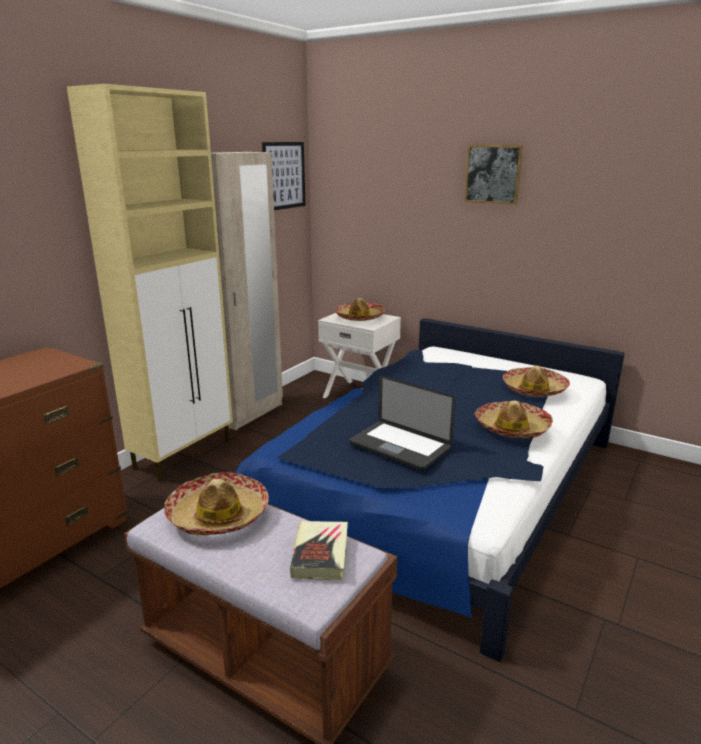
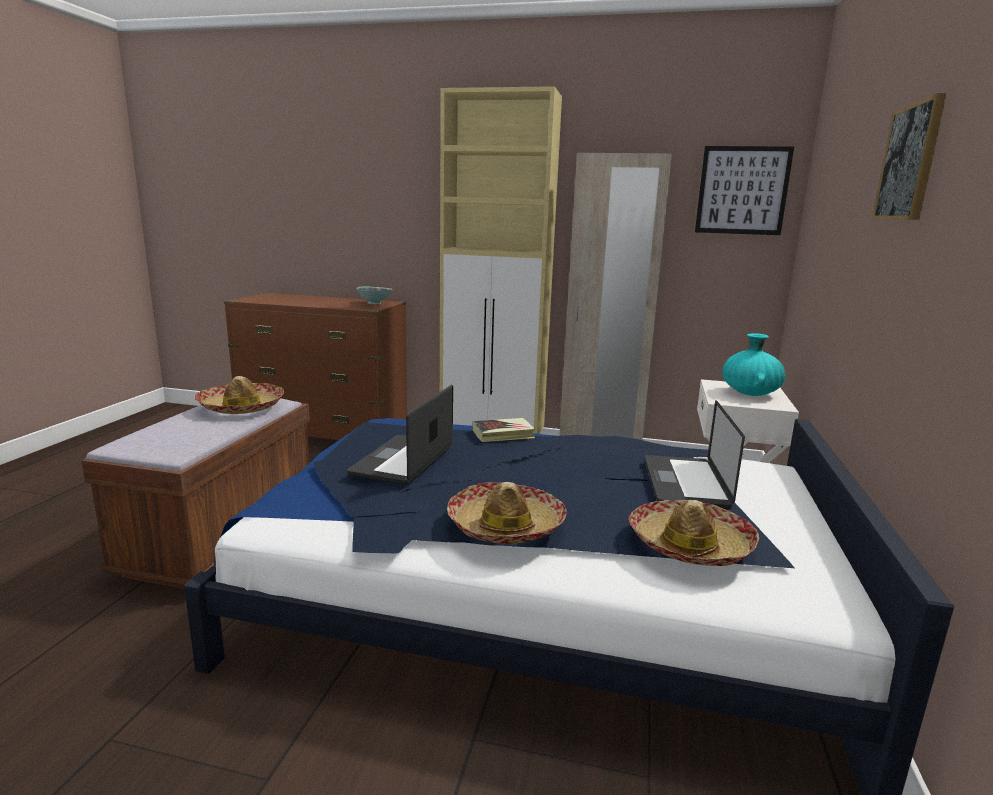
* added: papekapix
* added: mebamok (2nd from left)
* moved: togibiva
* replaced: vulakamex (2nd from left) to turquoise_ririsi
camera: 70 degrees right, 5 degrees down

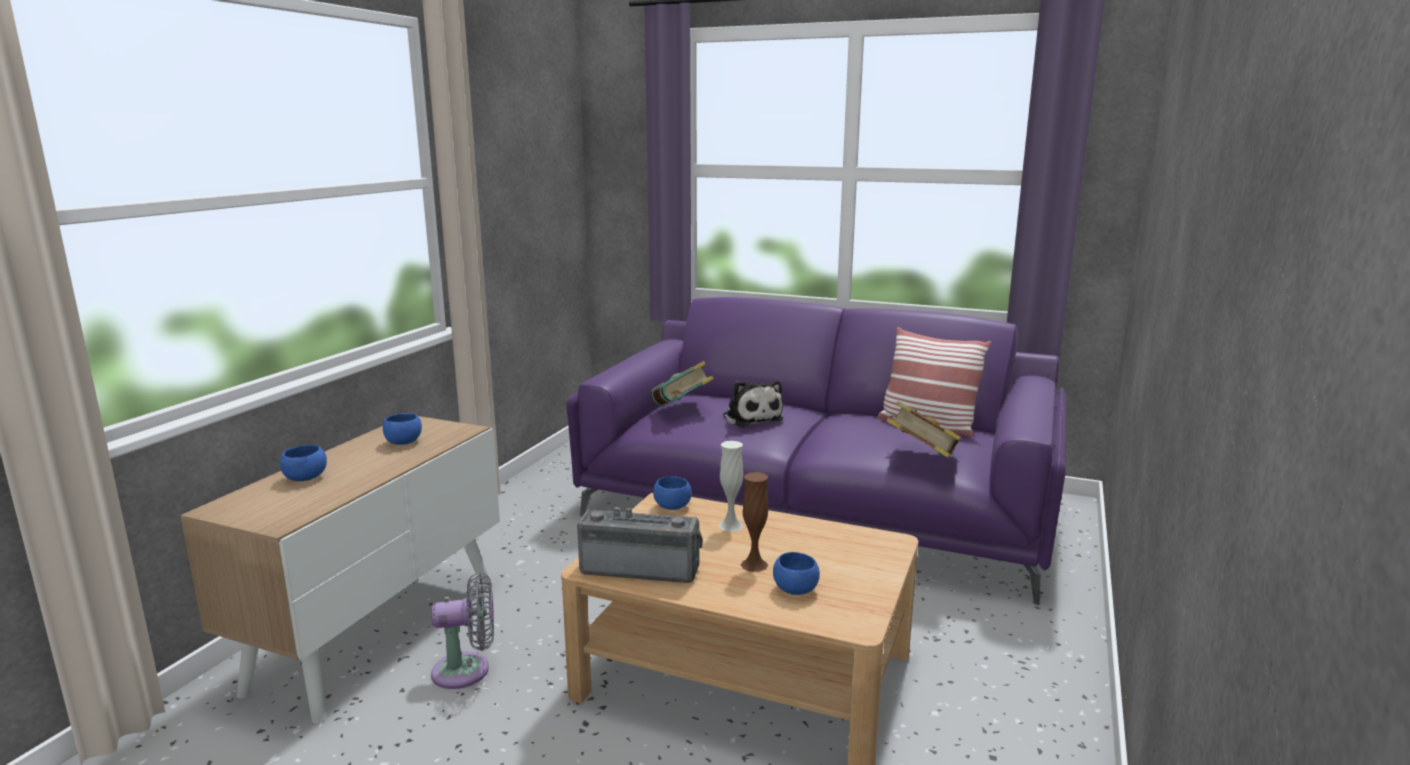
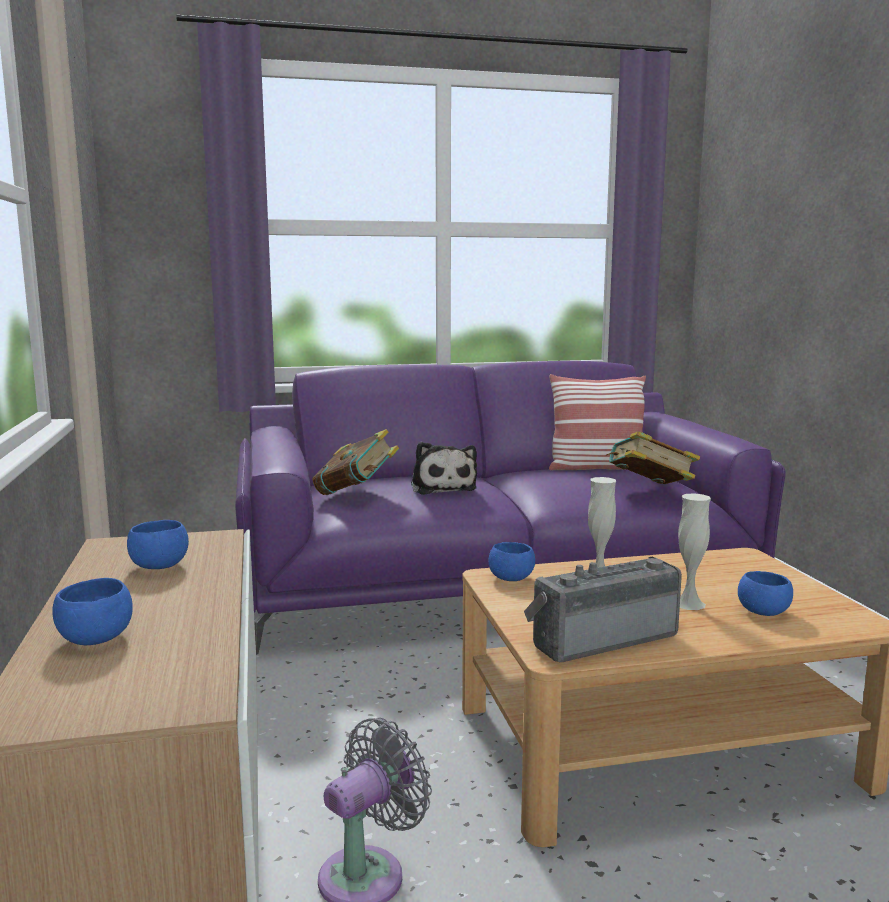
* recoloured: brown_ririsi to white_ririsi (2nd from left)
* turned: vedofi 45 degrees clockwise
camera: 35 degrees left, 5 degrees down

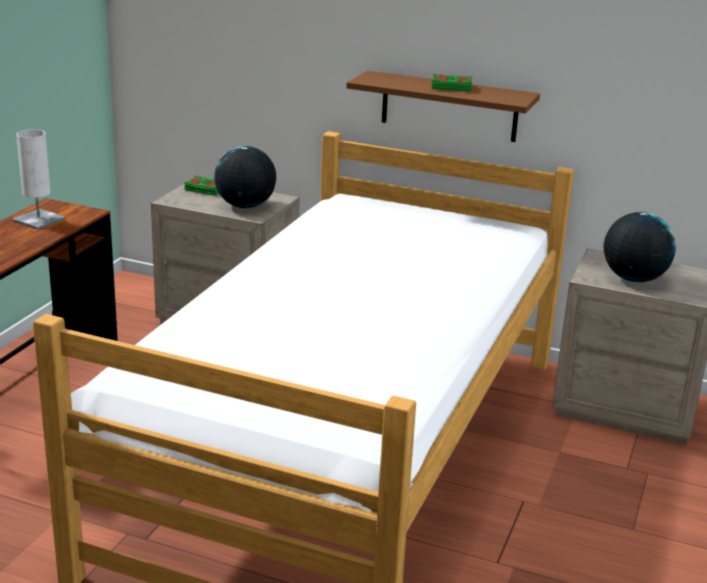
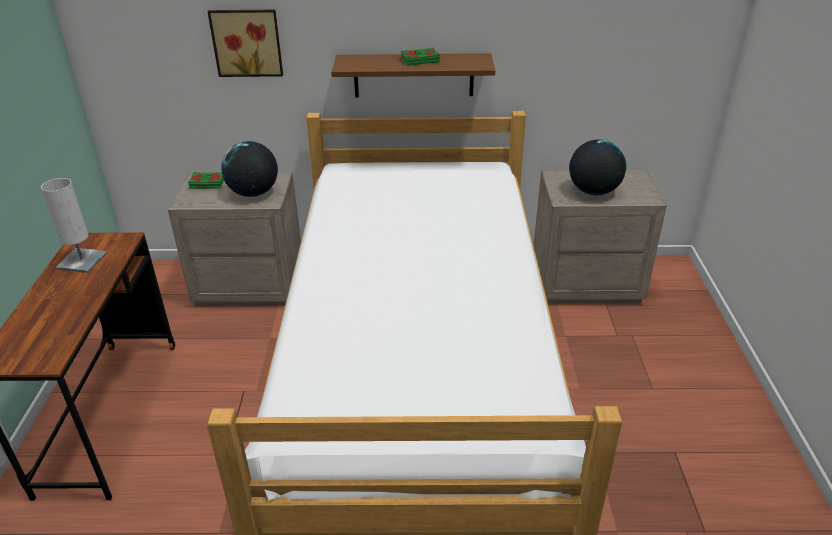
* added: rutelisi
camera: 20 degrees left, 10 degrees up

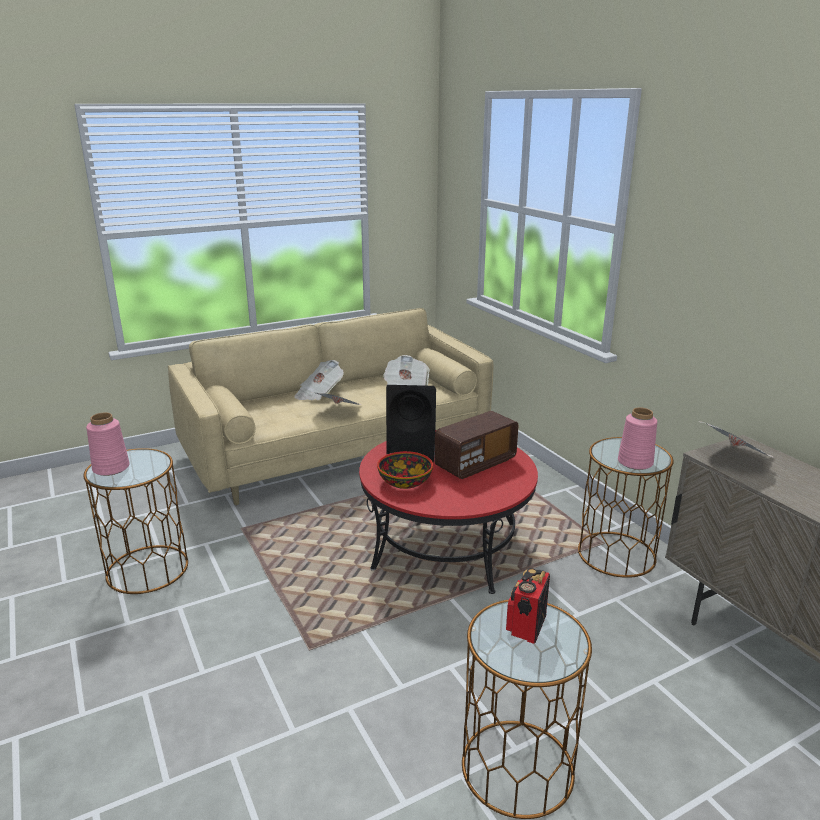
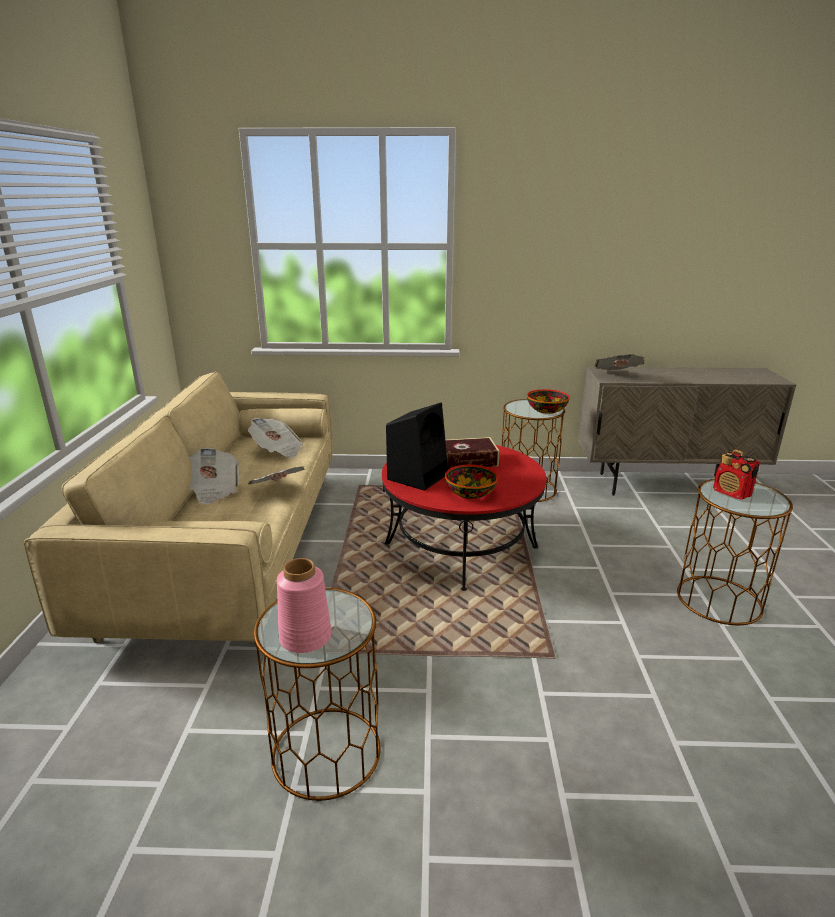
* replaced: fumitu (1st from left) to togibiva
* replaced: pink_ririsi (2nd from left) to papekapix (2nd from left)
camera: 60 degrees left, 0 degrees up

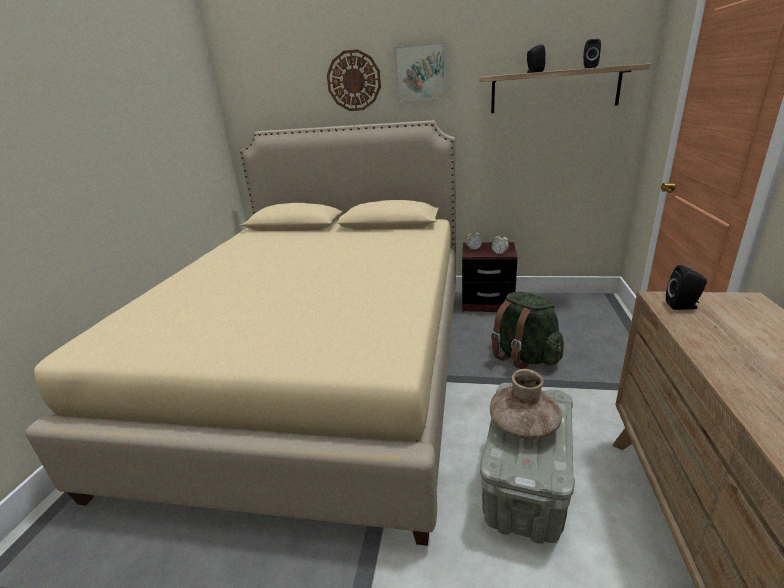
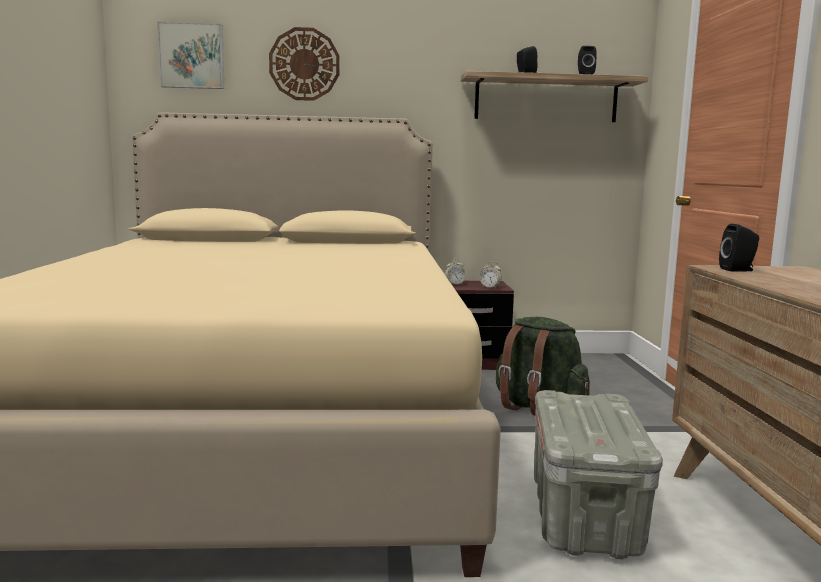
* removed: brown_ririsi
* moved: rutelisi
camera: 15 degrees left, 15 degrees down

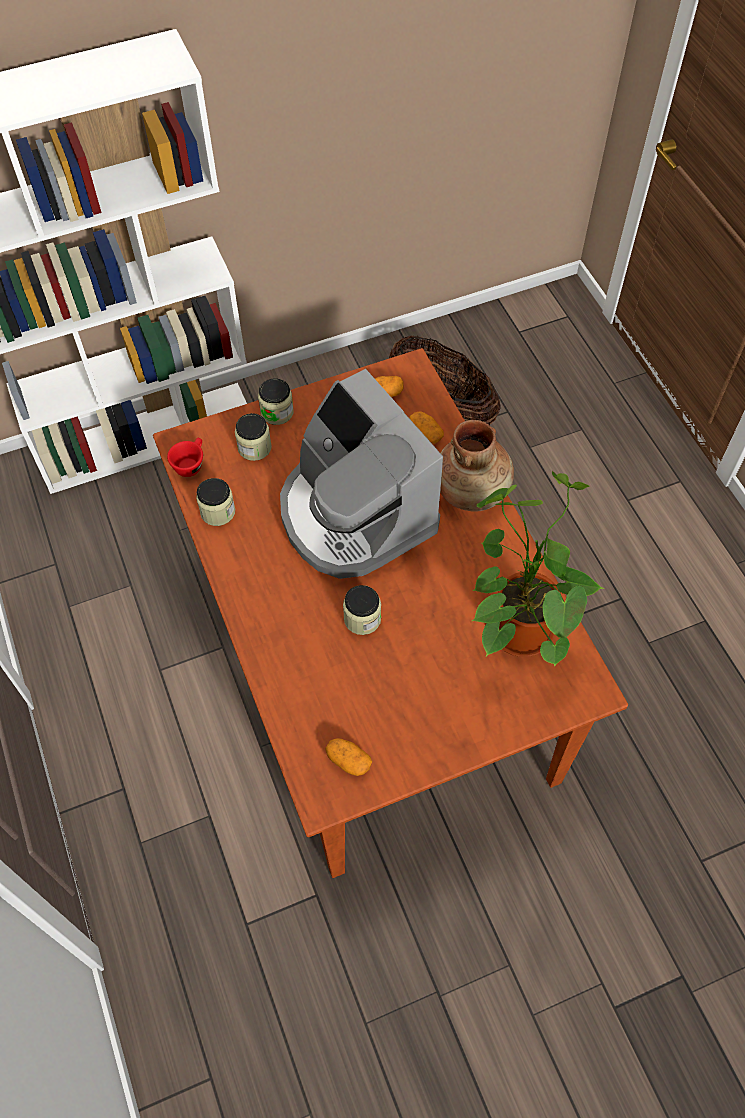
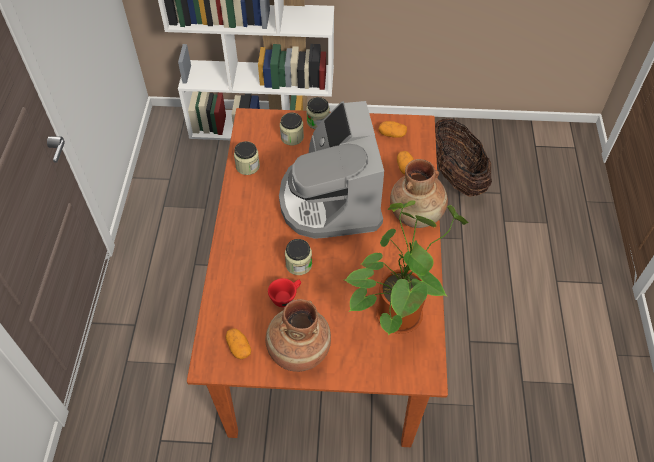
* added: brown_ririsi (1st from left)
* moved: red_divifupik
camera: 25 degrees right, 5 degrees down

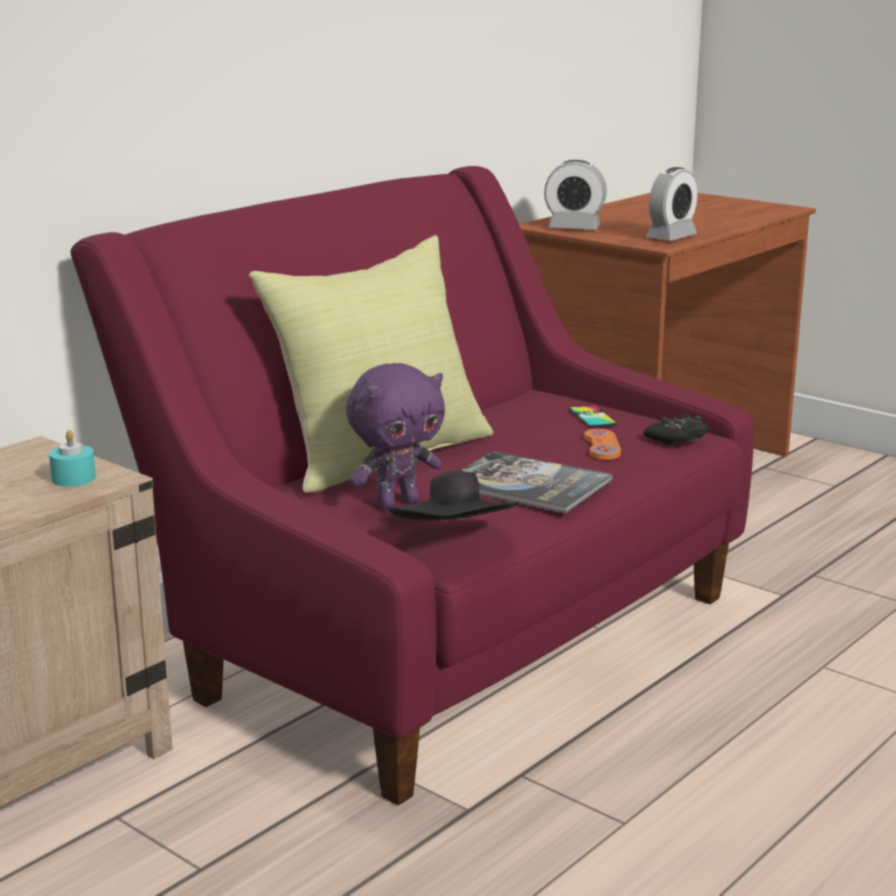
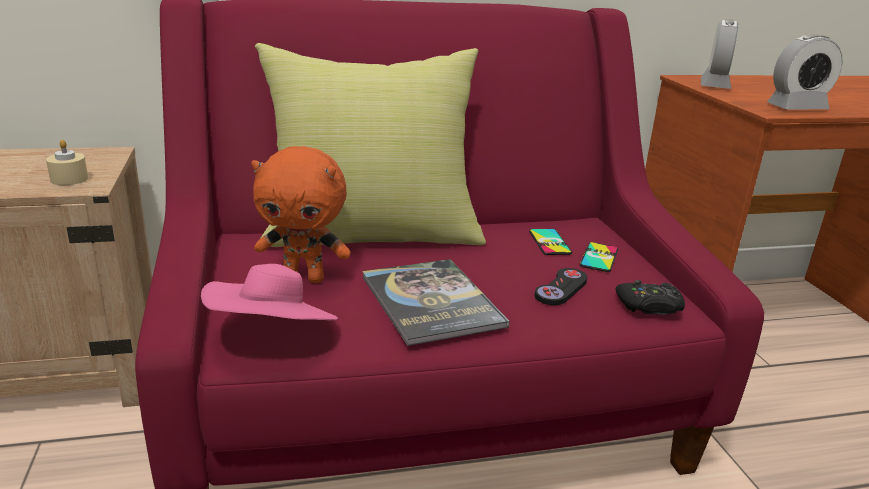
* added: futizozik (1st from left)
* recoloured: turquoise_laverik to beige_laverik
* recoloured: purple_vedofi to orange_vedofi
* recoloured: black_vulakamex to pink_vulakamex
* recoloured: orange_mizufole to black_mizufole (1st from left)
* turned: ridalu (1st from left) 120 degrees counterclockwise
camera: 35 degrees right, 5 degrees up

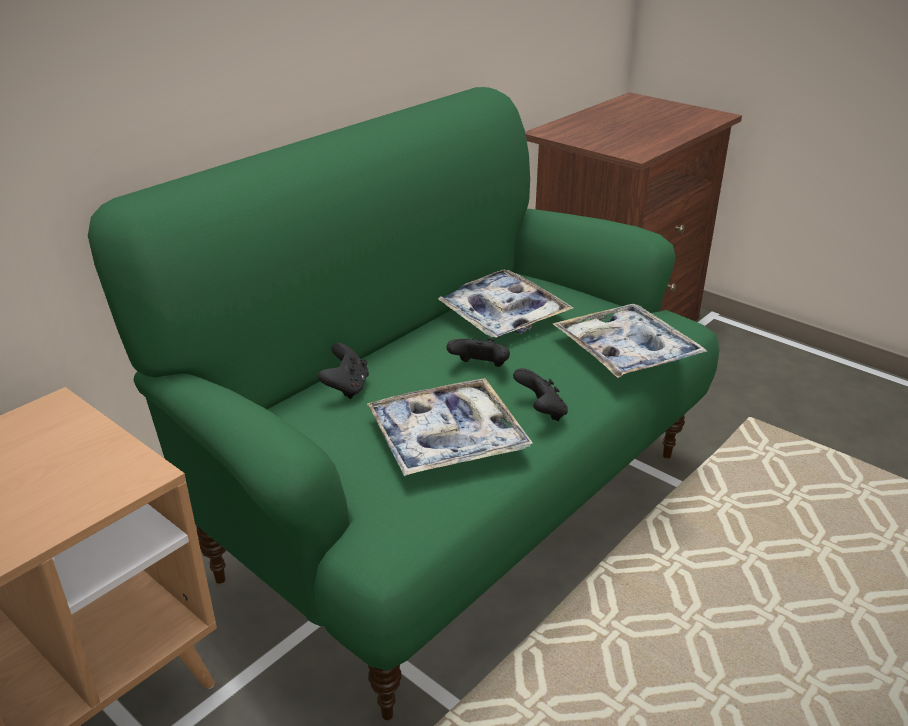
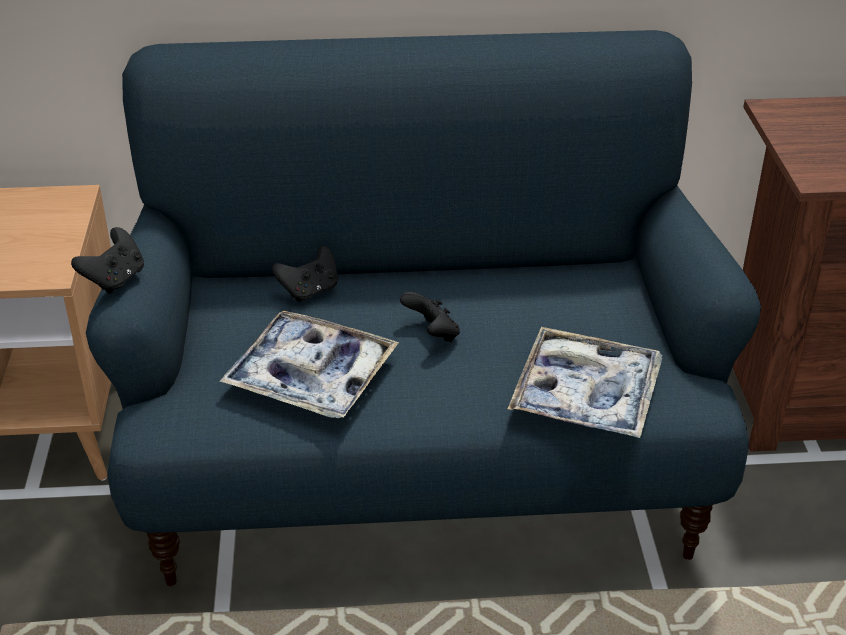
* removed: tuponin (2nd from left)
* moved: black_mizufole (3rd from left in the first image) to black_mizufole (1st from left)
* recoloured: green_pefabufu to blue_pefabufu
camera: 45 degrees right, 5 degrees up

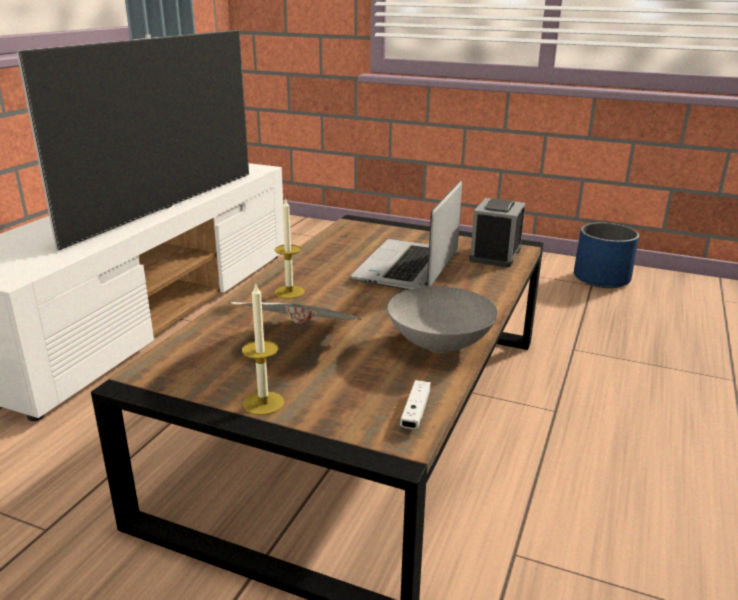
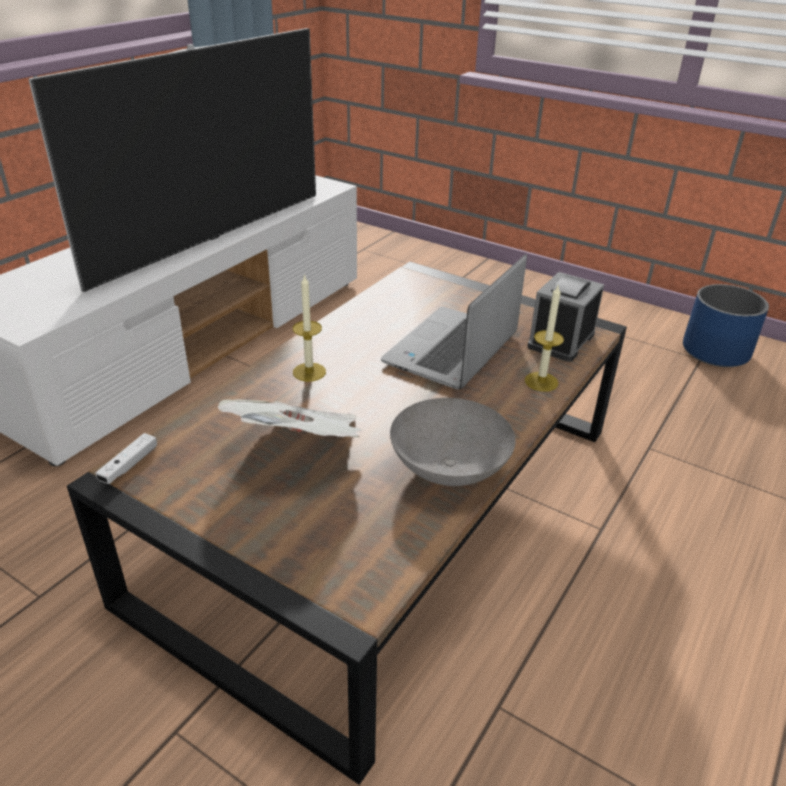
* moved: laverik (1st from left in the first image) to laverik (2nd from left)
* moved: white_mizufole
camera: 10 degrees right, 10 degrees up

